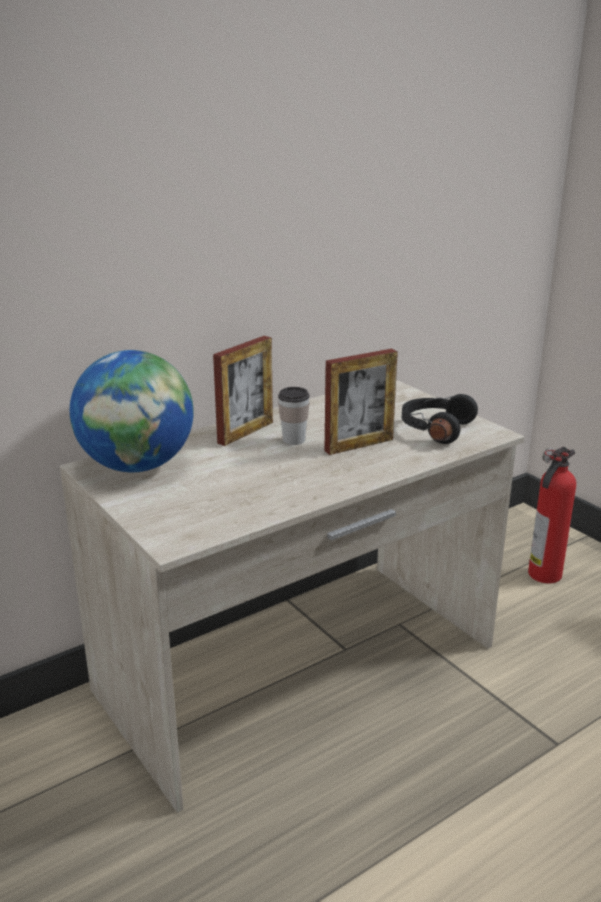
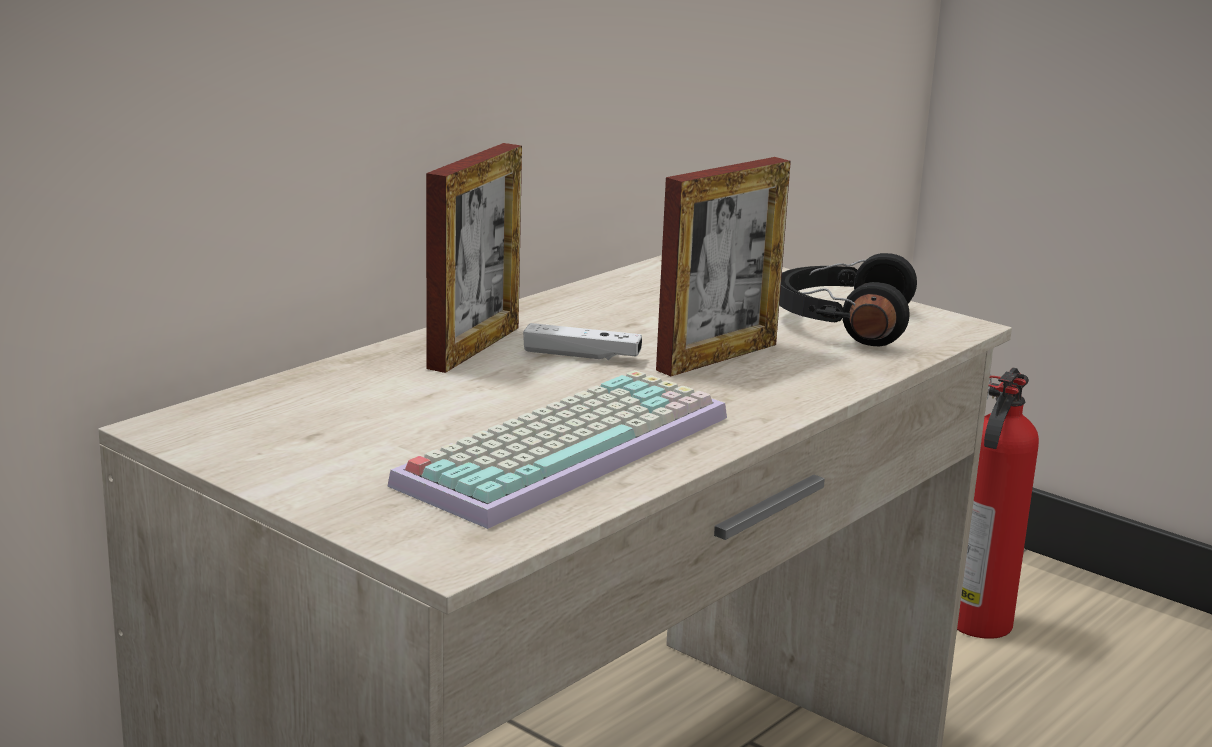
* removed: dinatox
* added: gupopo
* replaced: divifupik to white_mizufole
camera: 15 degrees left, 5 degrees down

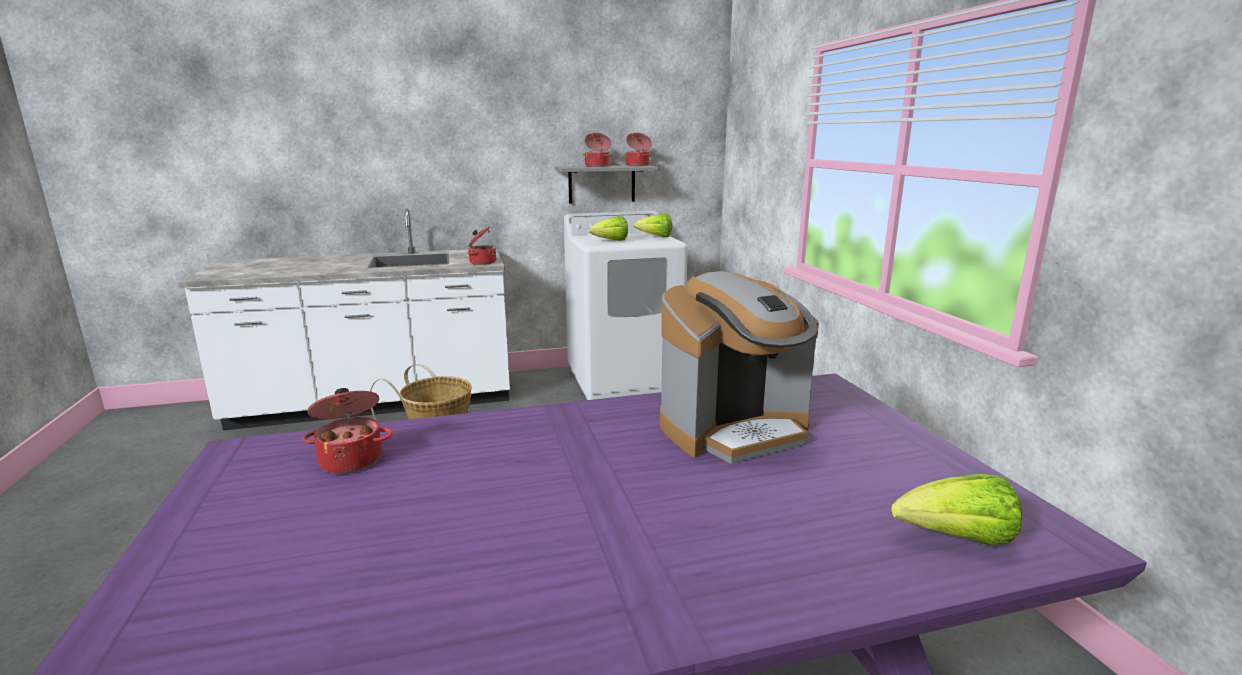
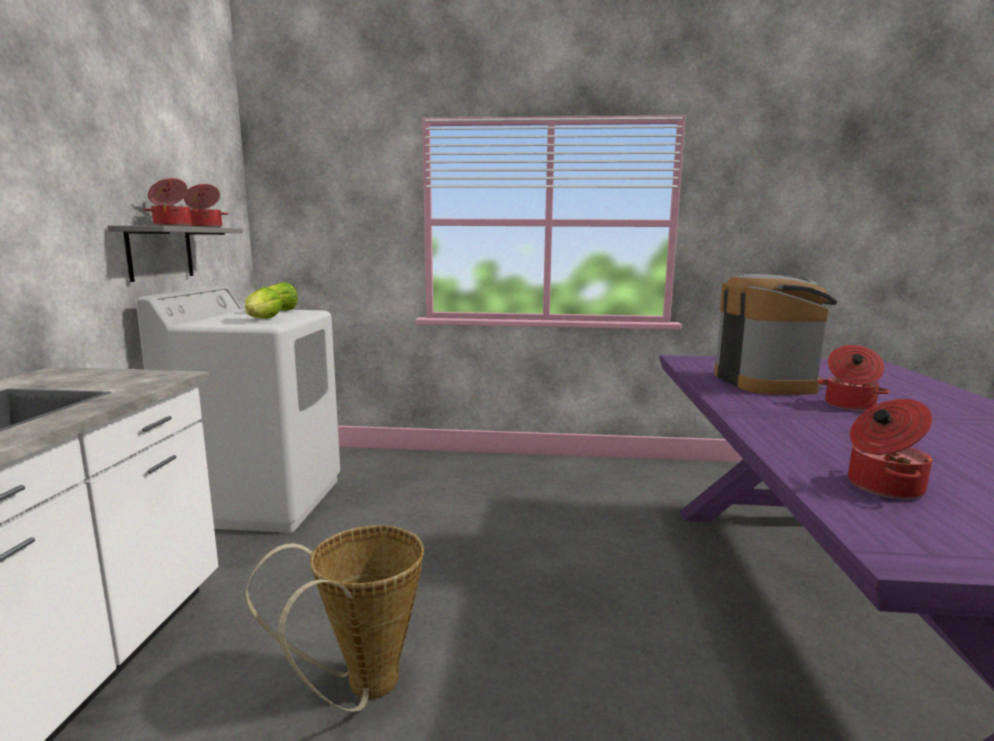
* removed: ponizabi (3rd from left)
* moved: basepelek (2nd from left in the first image) to basepelek (3rd from left)
camera: 70 degrees left, 5 degrees down

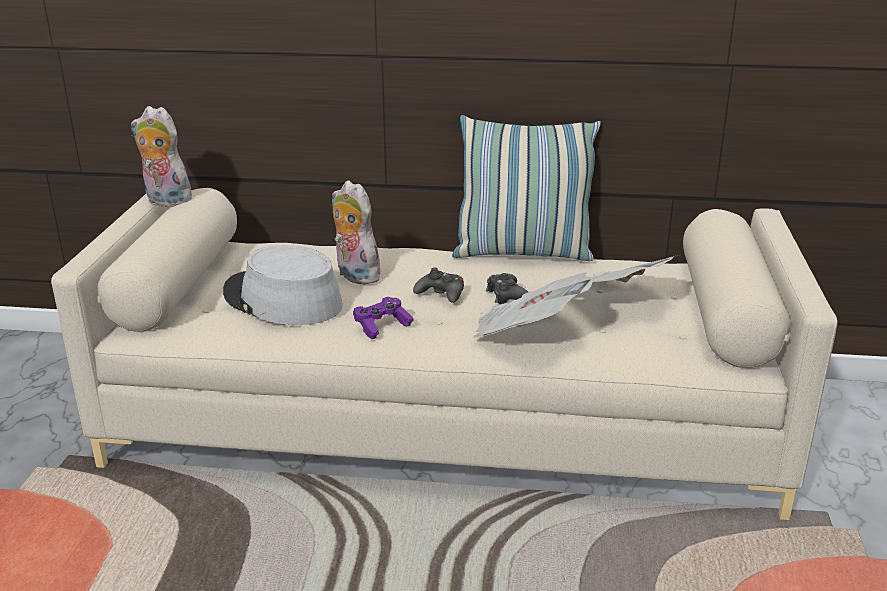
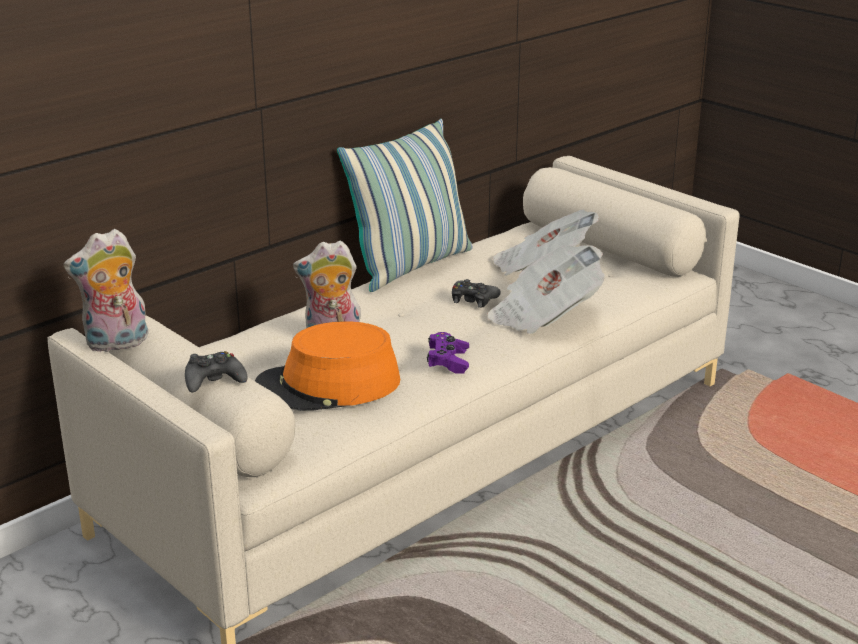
* moved: black_mizufole (1st from left)
* recoloured: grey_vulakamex to orange_vulakamex
camera: 50 degrees left, 0 degrees up

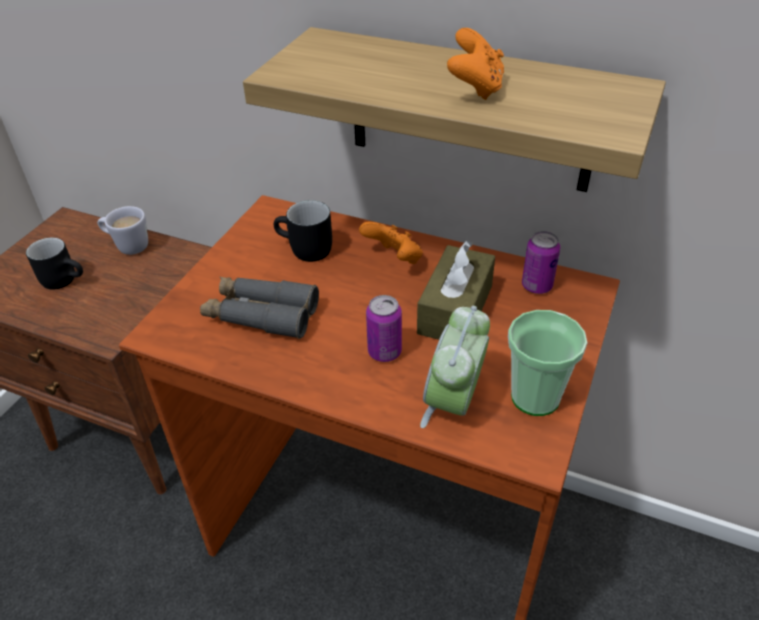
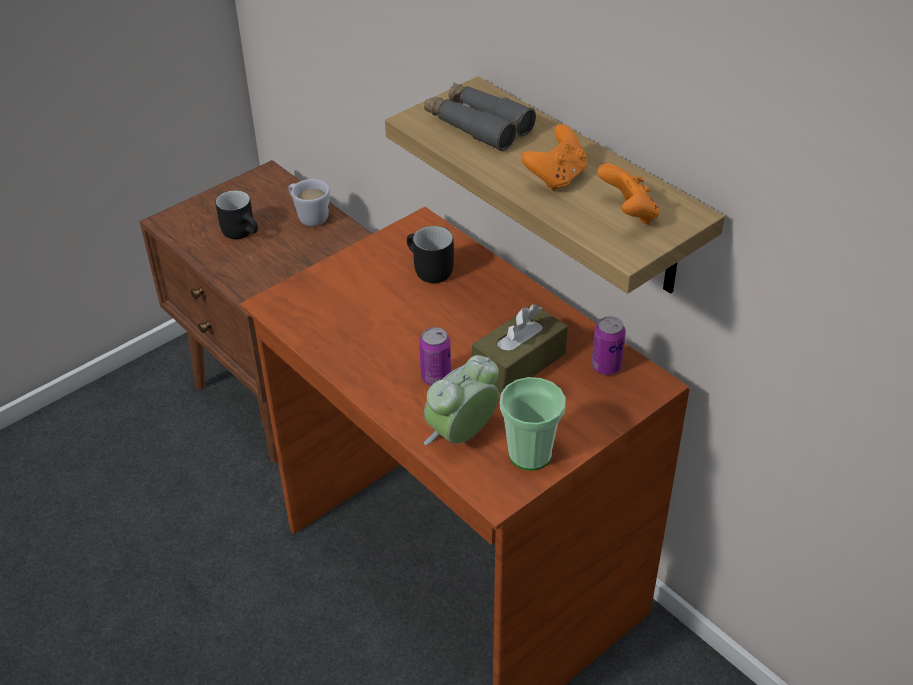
* moved: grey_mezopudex
* moved: orange_mizufole (1st from left in the first image) to orange_mizufole (2nd from left)
camera: 25 degrees right, 0 degrees up

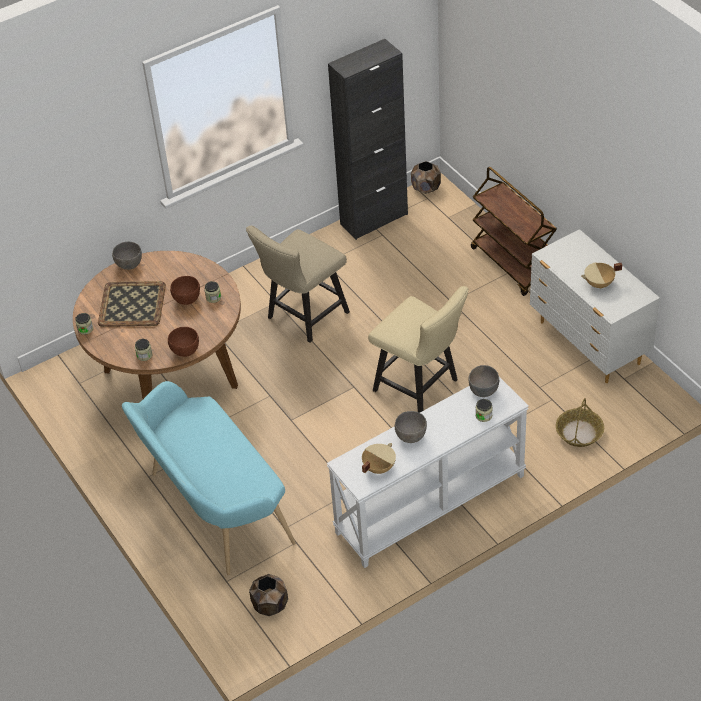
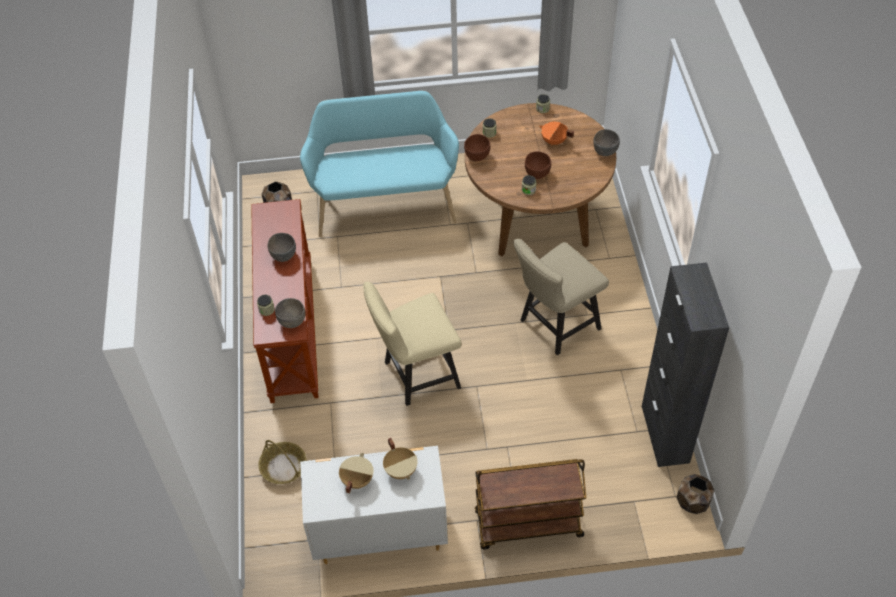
* moved: beige_basepelek (1st from left in the first image) to beige_basepelek (2nd from left)
* replaced: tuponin to orange_basepelek
* recoloured: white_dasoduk to brown_dasoduk
* turned: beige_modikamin (1st from left in the first image) 105 degrees counterclockwise
camera: 115 degrees right, 5 degrees up

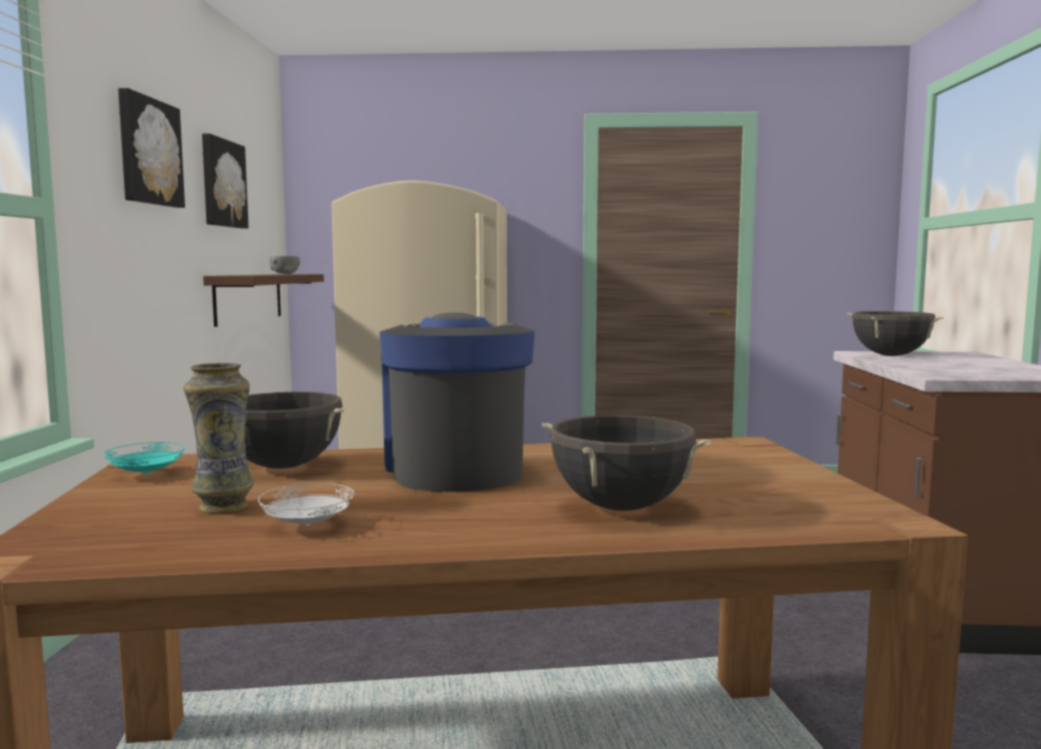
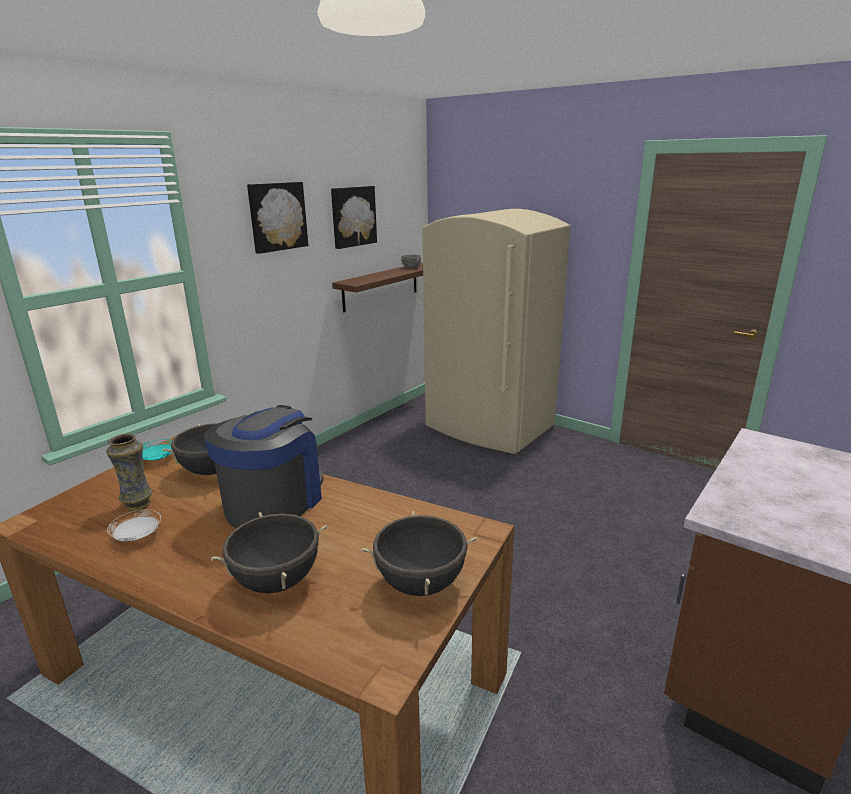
* moved: black_basepelek (3rd from left)
camera: 35 degrees right, 15 degrees up

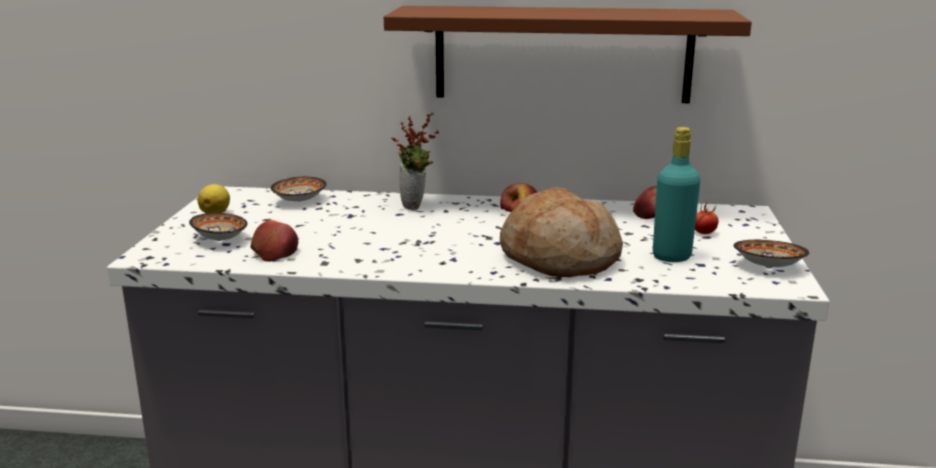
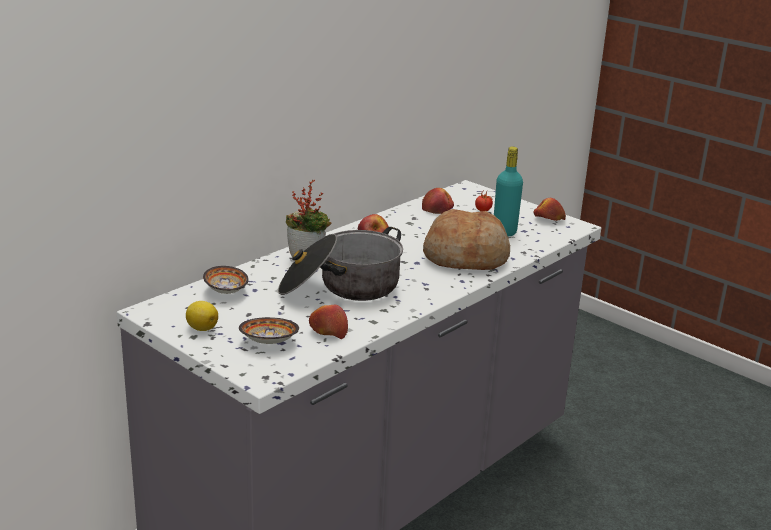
* removed: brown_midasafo
* added: basepelek
* replaced: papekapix (3rd from left) to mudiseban (4th from left)
camera: 55 degrees left, 5 degrees up

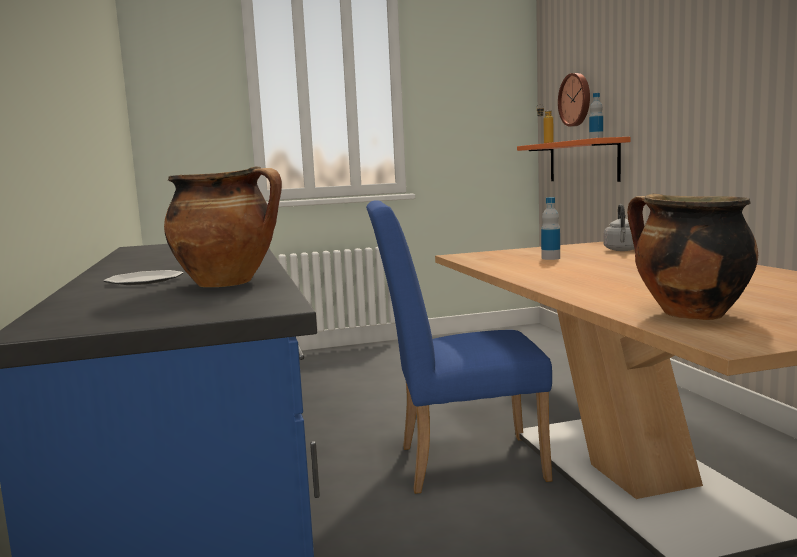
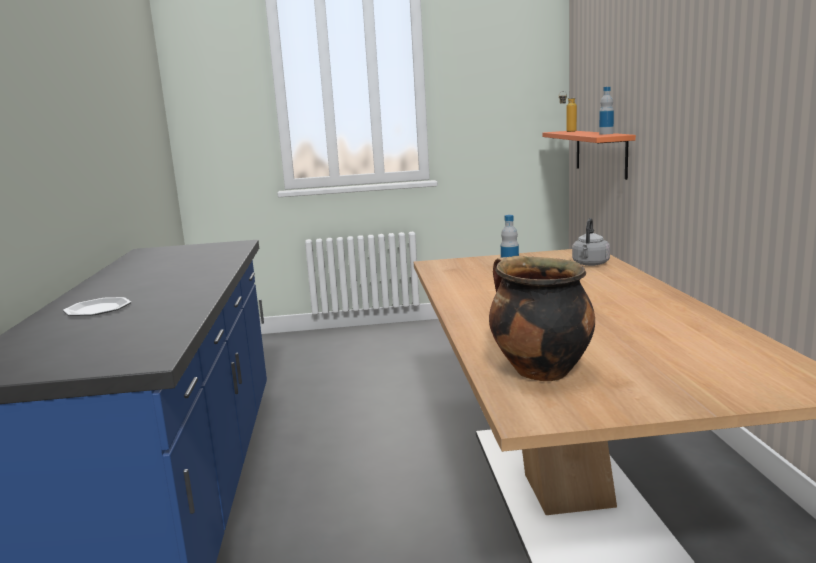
* removed: basepelek (1st from left)
* removed: blue_modikamin
* removed: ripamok
camera: 10 degrees right, 5 degrees up

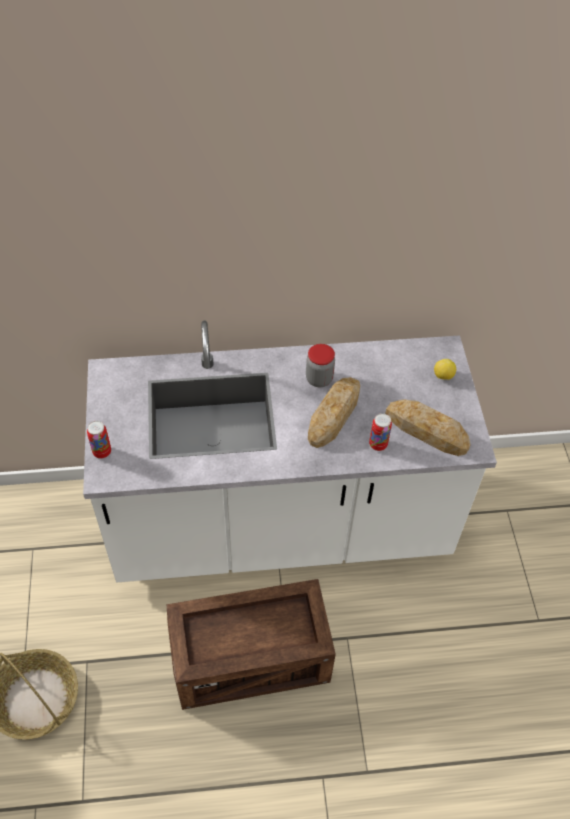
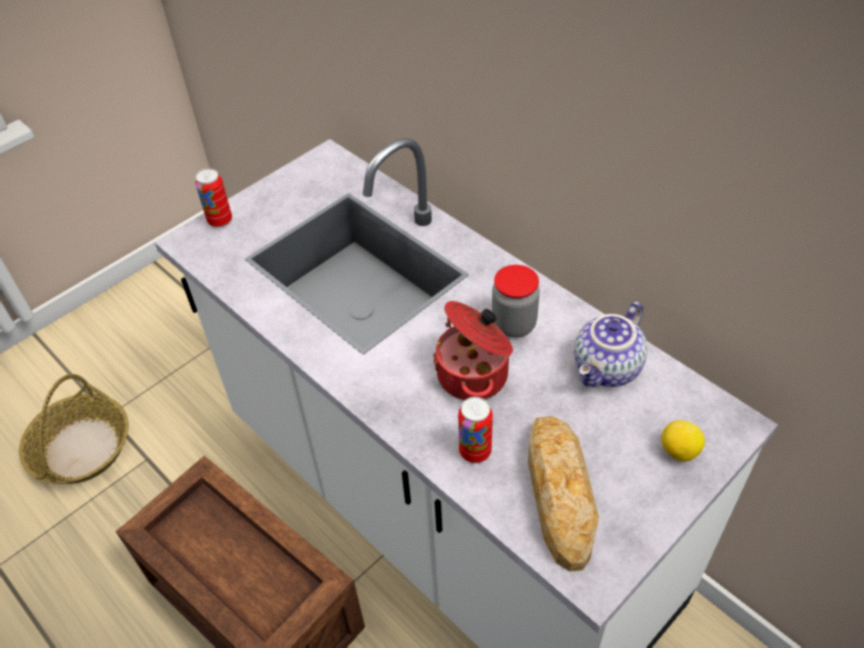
* added: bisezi
* replaced: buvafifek (1st from left) to basepelek
camera: 55 degrees right, 5 degrees down

